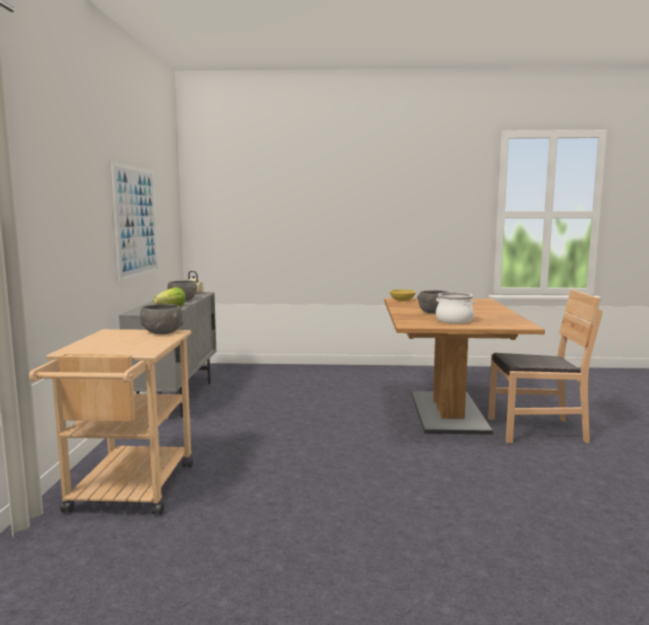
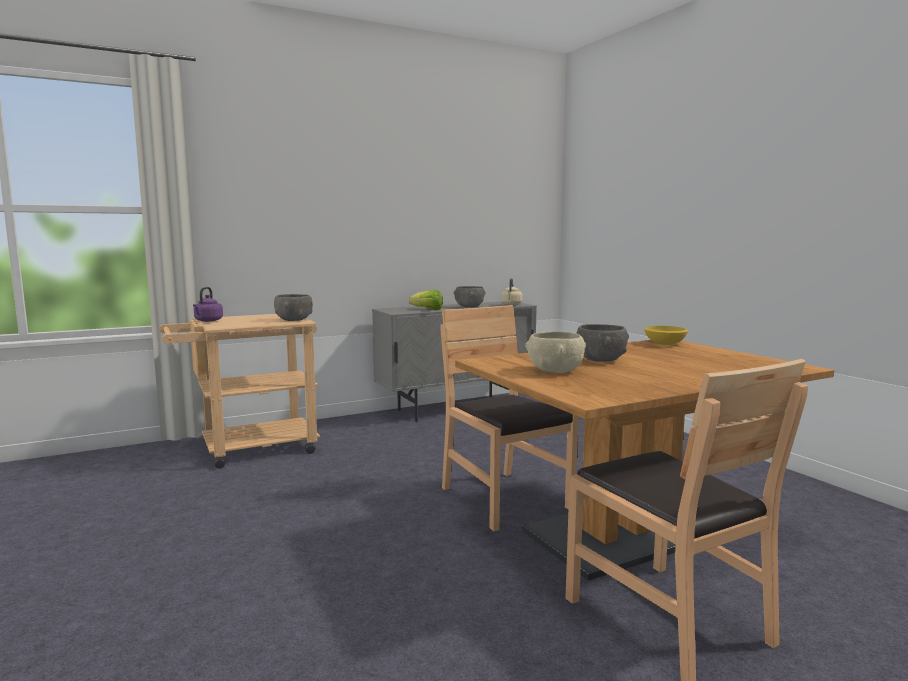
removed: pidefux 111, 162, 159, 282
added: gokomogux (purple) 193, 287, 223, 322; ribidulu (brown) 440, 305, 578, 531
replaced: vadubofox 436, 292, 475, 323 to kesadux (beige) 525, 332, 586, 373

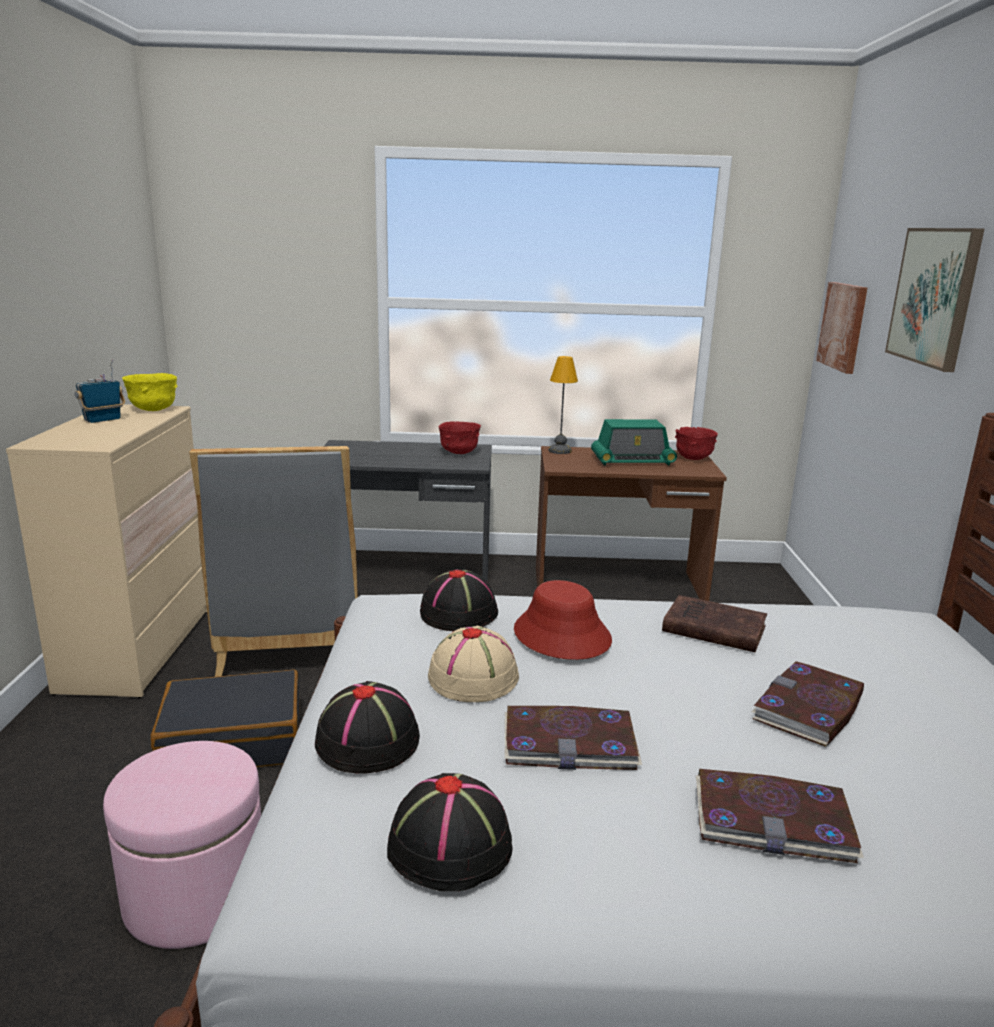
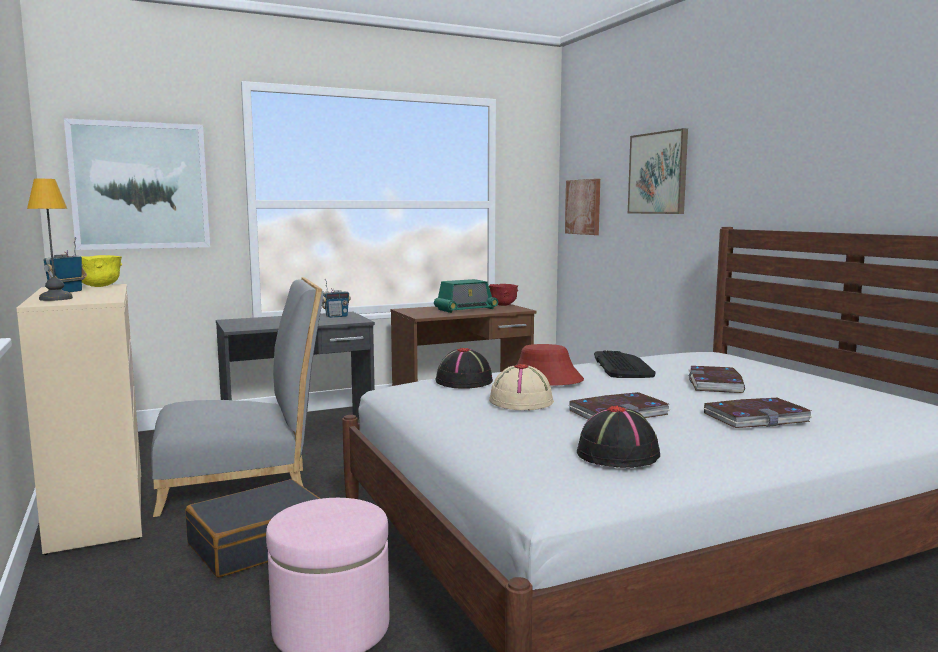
removed: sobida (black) 315, 681, 420, 774
added: pidefux 64, 118, 210, 250
moved: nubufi 549, 356, 578, 454 to 27, 179, 73, 301
replaced: kesadux (red) 438, 421, 481, 454 to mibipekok 322, 279, 351, 318; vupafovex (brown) 662, 595, 767, 652 to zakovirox 594, 350, 655, 378
turned: ribidulu (grey) 189, 446, 358, 677 = 151, 277, 324, 517 75 degrees counterclockwise

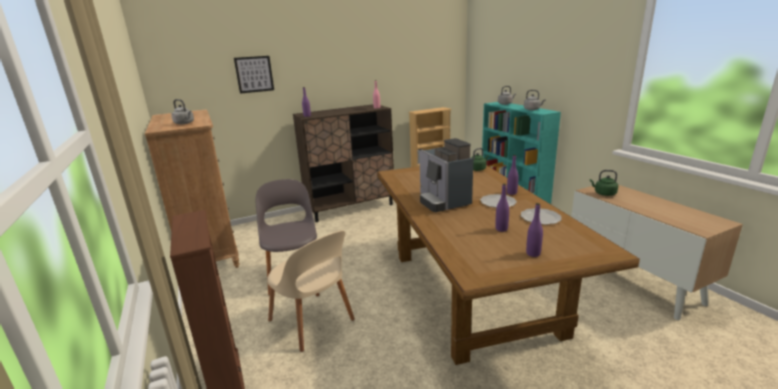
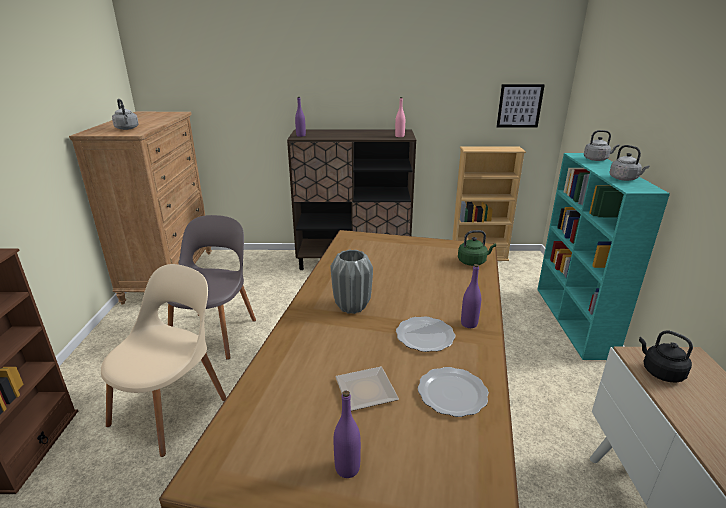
moved: pidefux 234, 56, 274, 94 to 496, 84, 545, 128
replaced: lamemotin 420, 138, 473, 213 to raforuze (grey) 331, 250, 373, 314; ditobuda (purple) 495, 184, 509, 232 to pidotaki 335, 367, 399, 411
recoloured: gokomogux (green) 590, 170, 618, 196 to gokomogux (black) 639, 330, 693, 382
turned: ribidulu (beige) 267, 230, 355, 352 = 101, 264, 226, 457 135 degrees counterclockwise

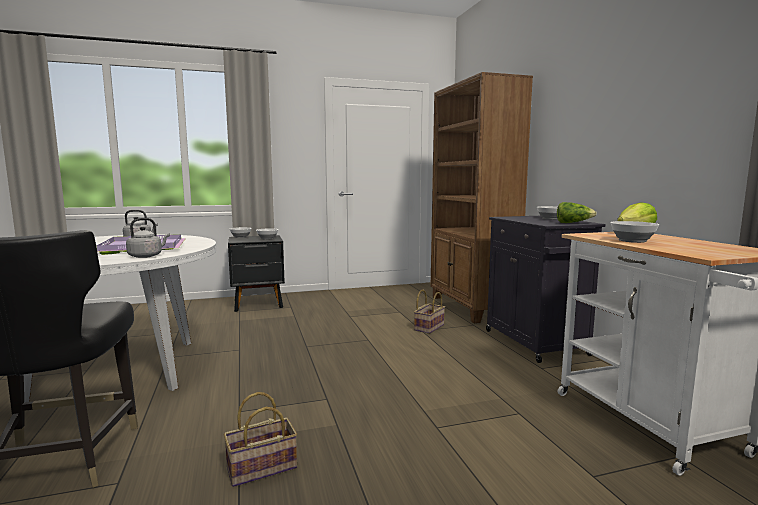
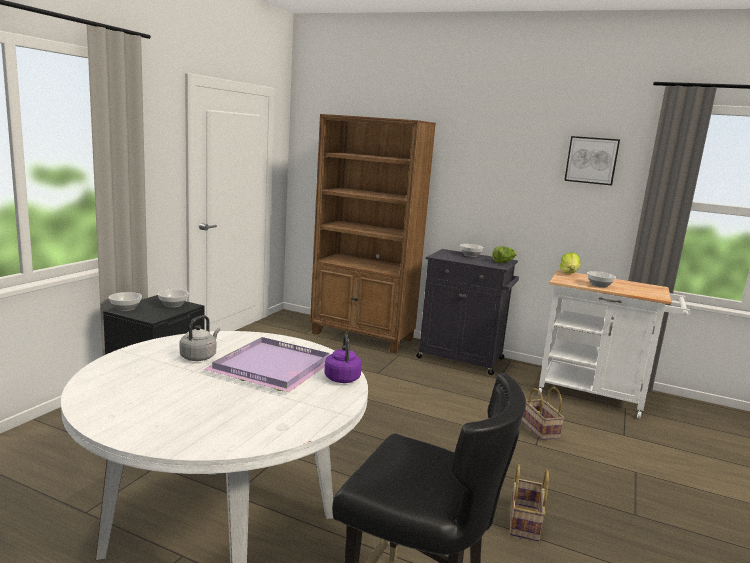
added: pidefux 564, 136, 620, 185
moved: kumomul 414, 289, 445, 334 to 522, 387, 564, 440
recoloured: gokomogux (grey) 126, 218, 170, 258 to gokomogux (purple) 324, 334, 362, 383

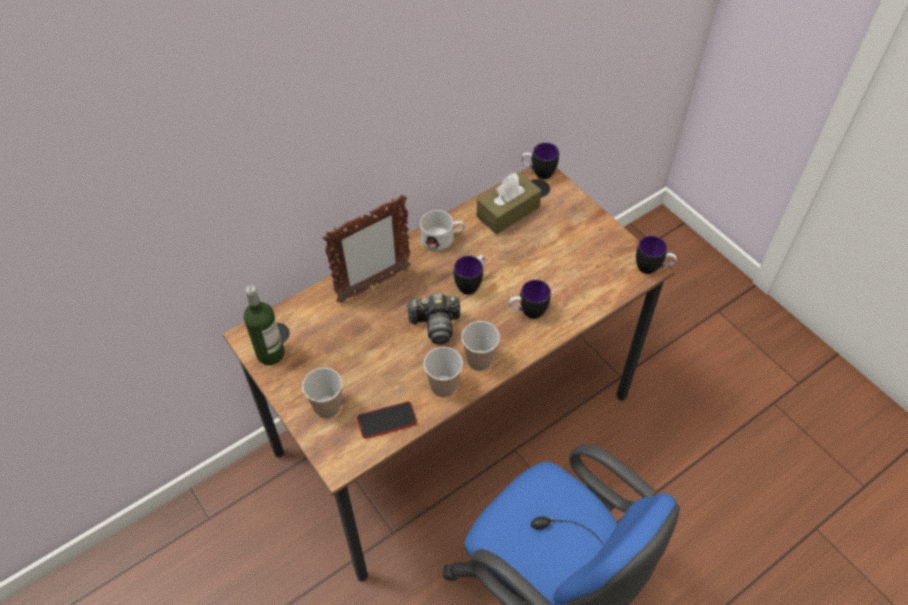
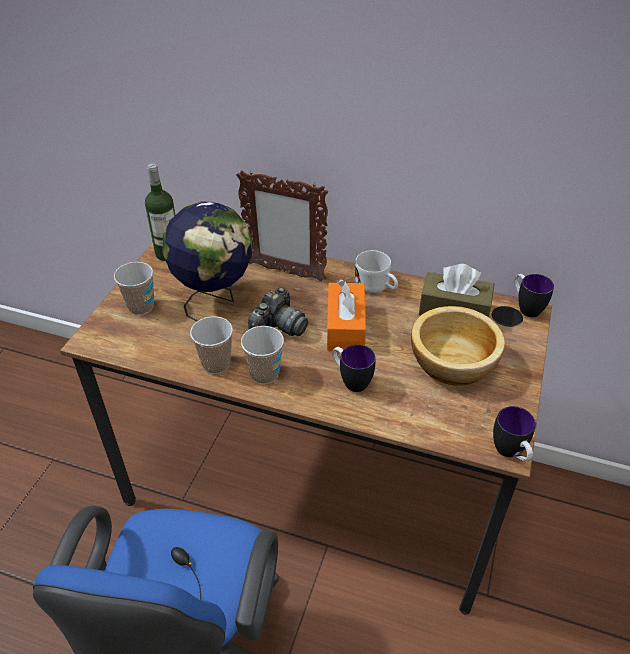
removed: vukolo 357, 402, 417, 439
added: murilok 163, 201, 253, 322; kesadux 411, 306, 505, 386
replaced: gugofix 454, 255, 485, 295 to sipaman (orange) 327, 279, 366, 351
turned: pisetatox 406, 294, 460, 344 = 248, 287, 308, 336 105 degrees counterclockwise

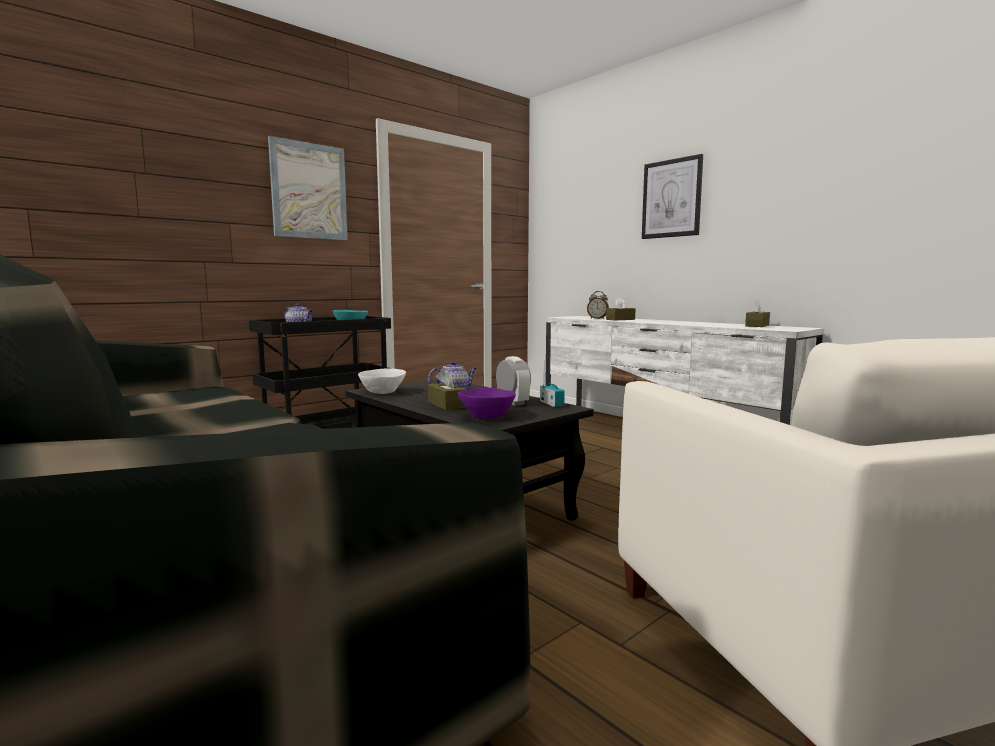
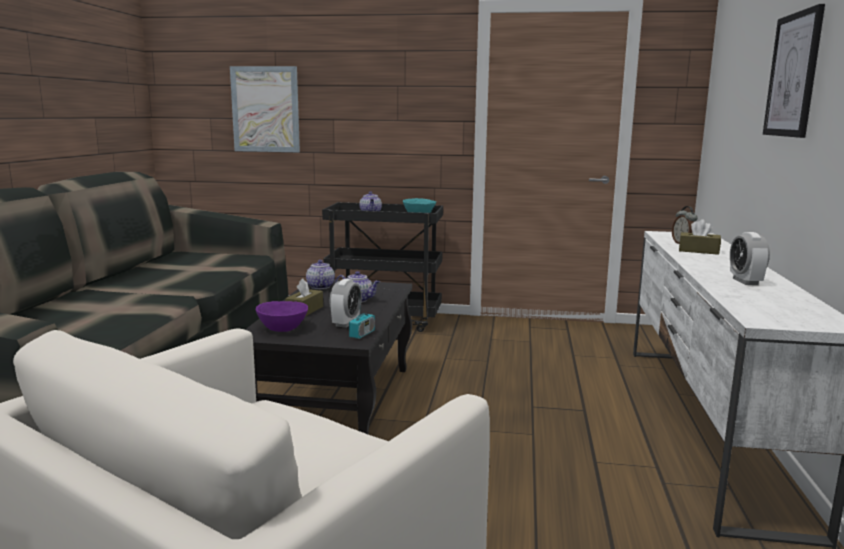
removed: sipaman (brown) 745, 299, 770, 327
added: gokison 730, 232, 770, 285
moved: pidefux 268, 136, 348, 240 to 230, 66, 300, 152
replaced: kesadux (white) 358, 368, 406, 394 to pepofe 306, 260, 335, 289

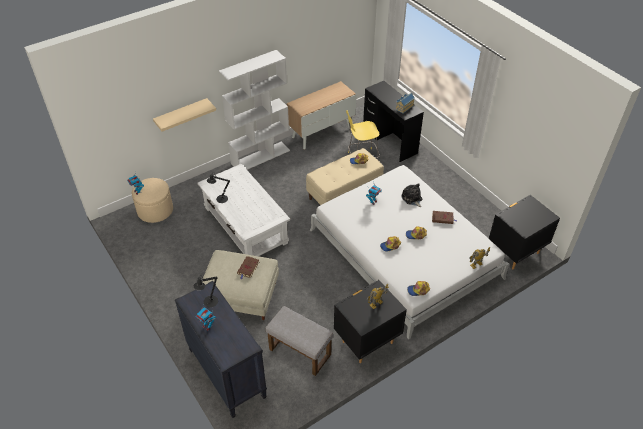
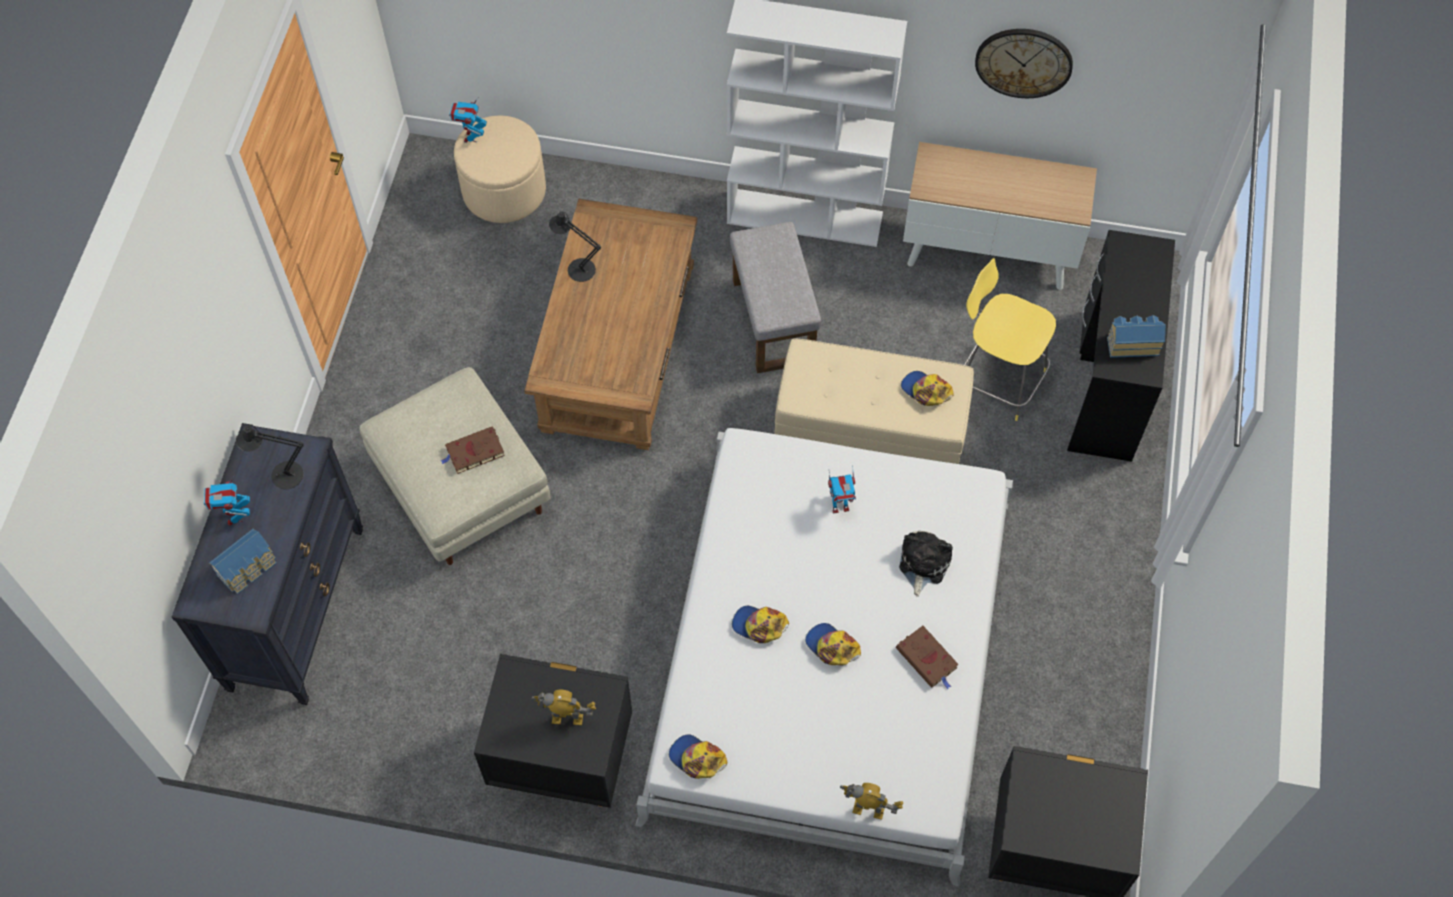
removed: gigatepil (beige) 153, 98, 216, 131
added: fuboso 210, 529, 277, 594; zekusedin 975, 29, 1073, 98
moved: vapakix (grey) 266, 306, 333, 376 to 730, 222, 821, 374
recoloured: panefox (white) 198, 164, 290, 256 to panefox (brown) 524, 199, 698, 450

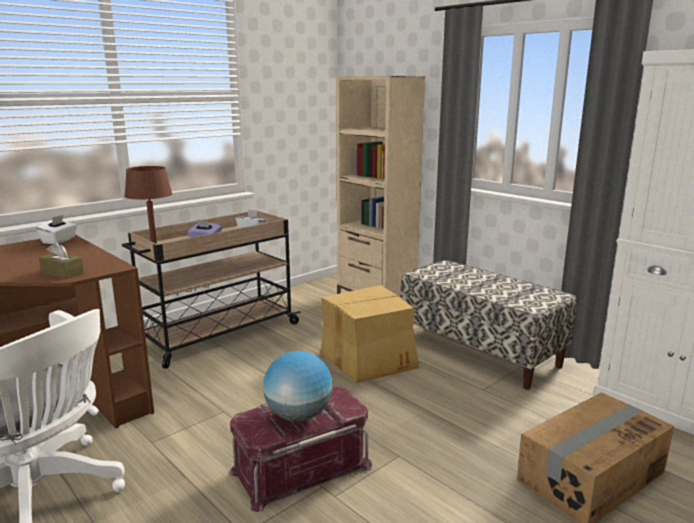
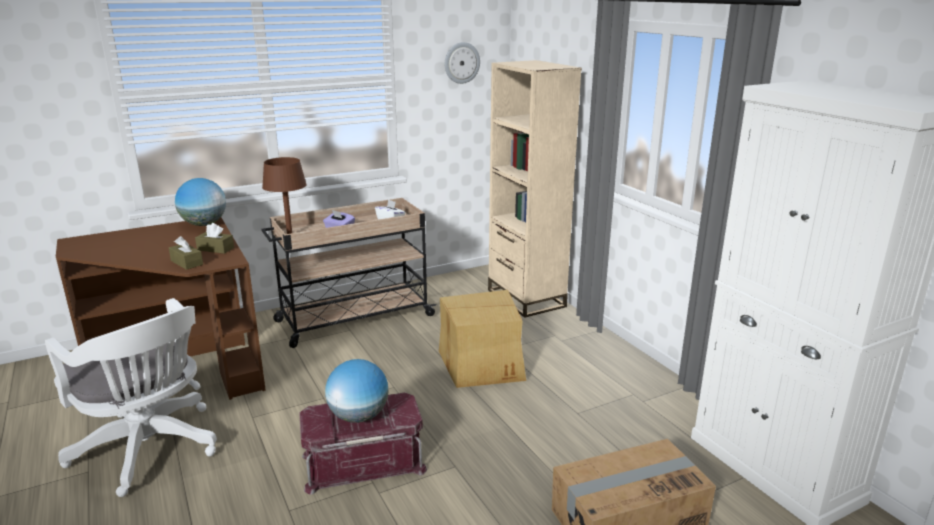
removed: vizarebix 401, 260, 577, 390
added: sipaman (brown) 195, 223, 234, 254; zekusedin 445, 42, 480, 84
replaced: sipaman (white) 36, 214, 77, 244 to murilok 175, 178, 226, 226

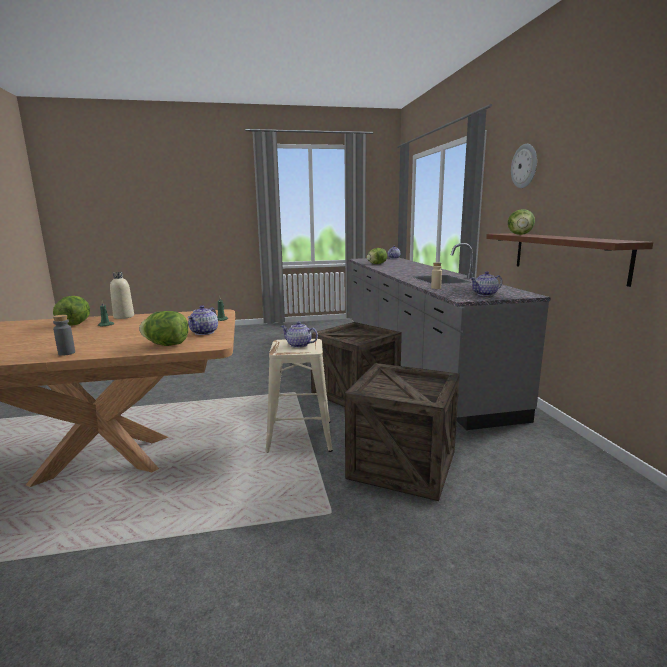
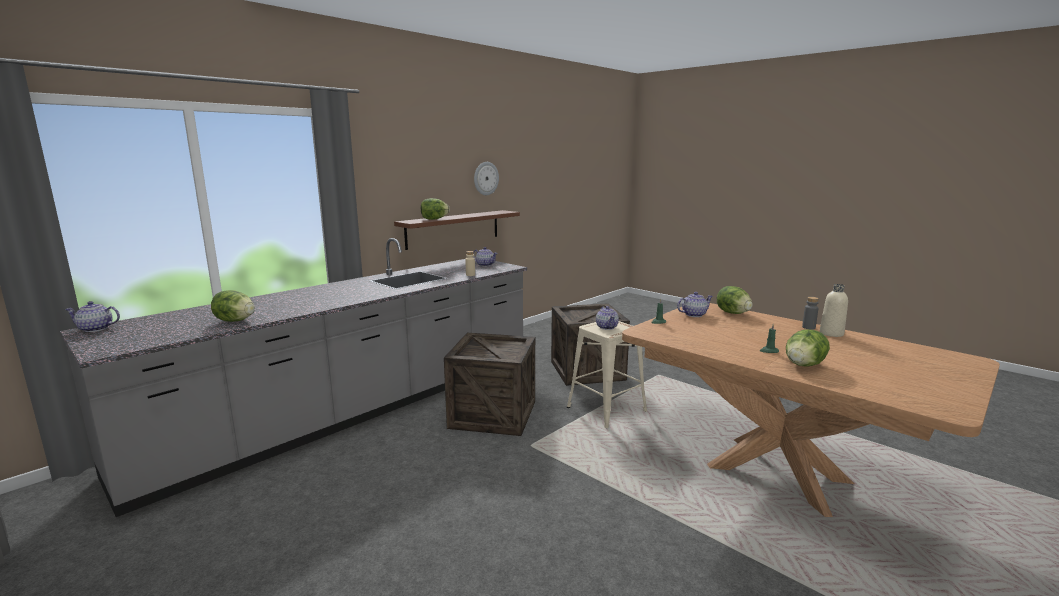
moved: ditobuda (beige) 110, 272, 134, 319 to 820, 284, 848, 337; zekusedin 511, 144, 537, 188 to 474, 162, 499, 195

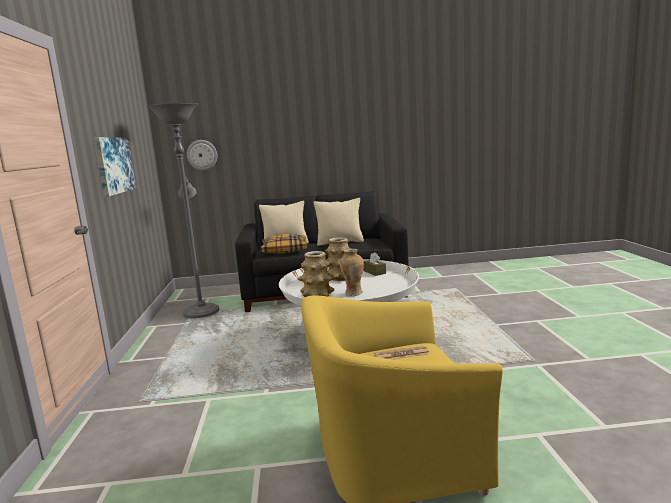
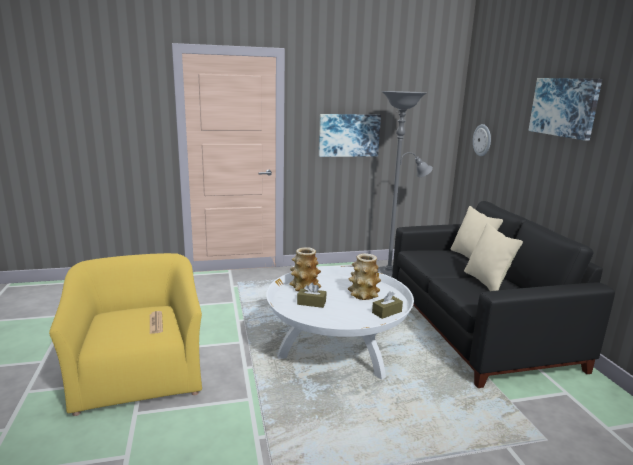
removed: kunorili 260, 234, 307, 254
added: pidefux 529, 78, 602, 141
replaced: raforuze 340, 249, 364, 296 to sipaman (brown) 297, 283, 326, 308

